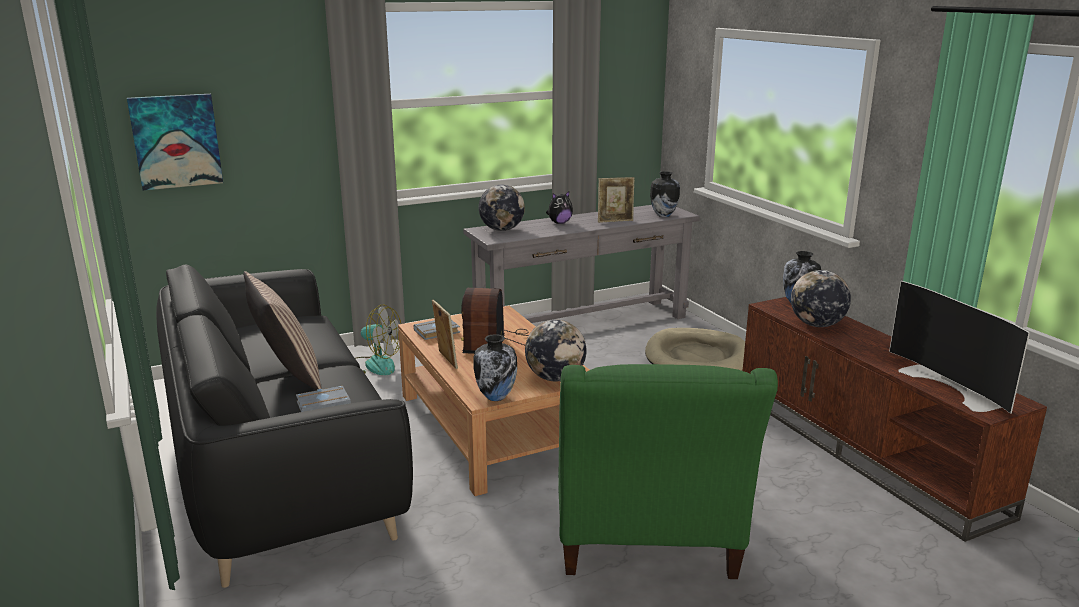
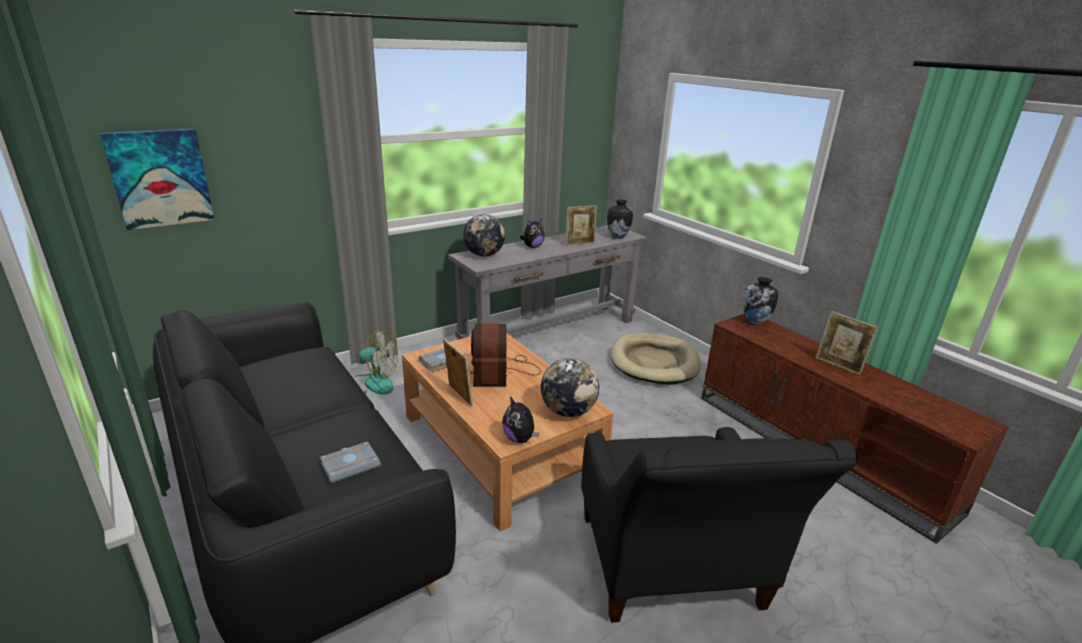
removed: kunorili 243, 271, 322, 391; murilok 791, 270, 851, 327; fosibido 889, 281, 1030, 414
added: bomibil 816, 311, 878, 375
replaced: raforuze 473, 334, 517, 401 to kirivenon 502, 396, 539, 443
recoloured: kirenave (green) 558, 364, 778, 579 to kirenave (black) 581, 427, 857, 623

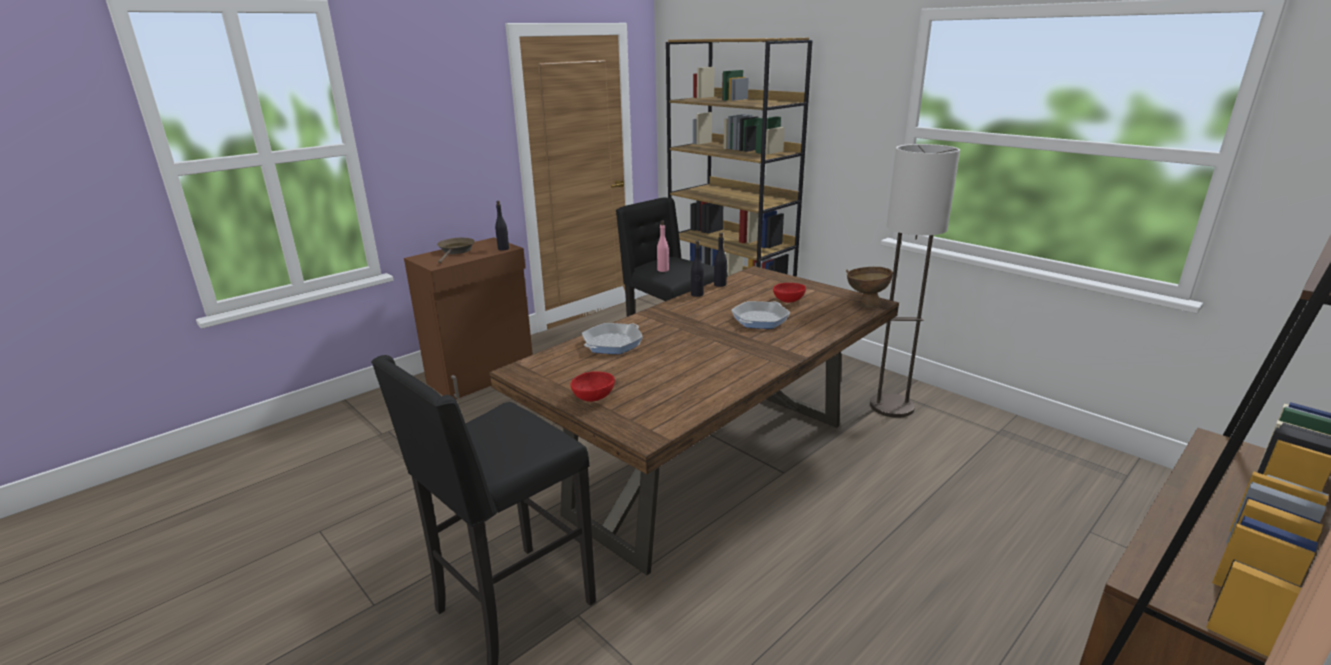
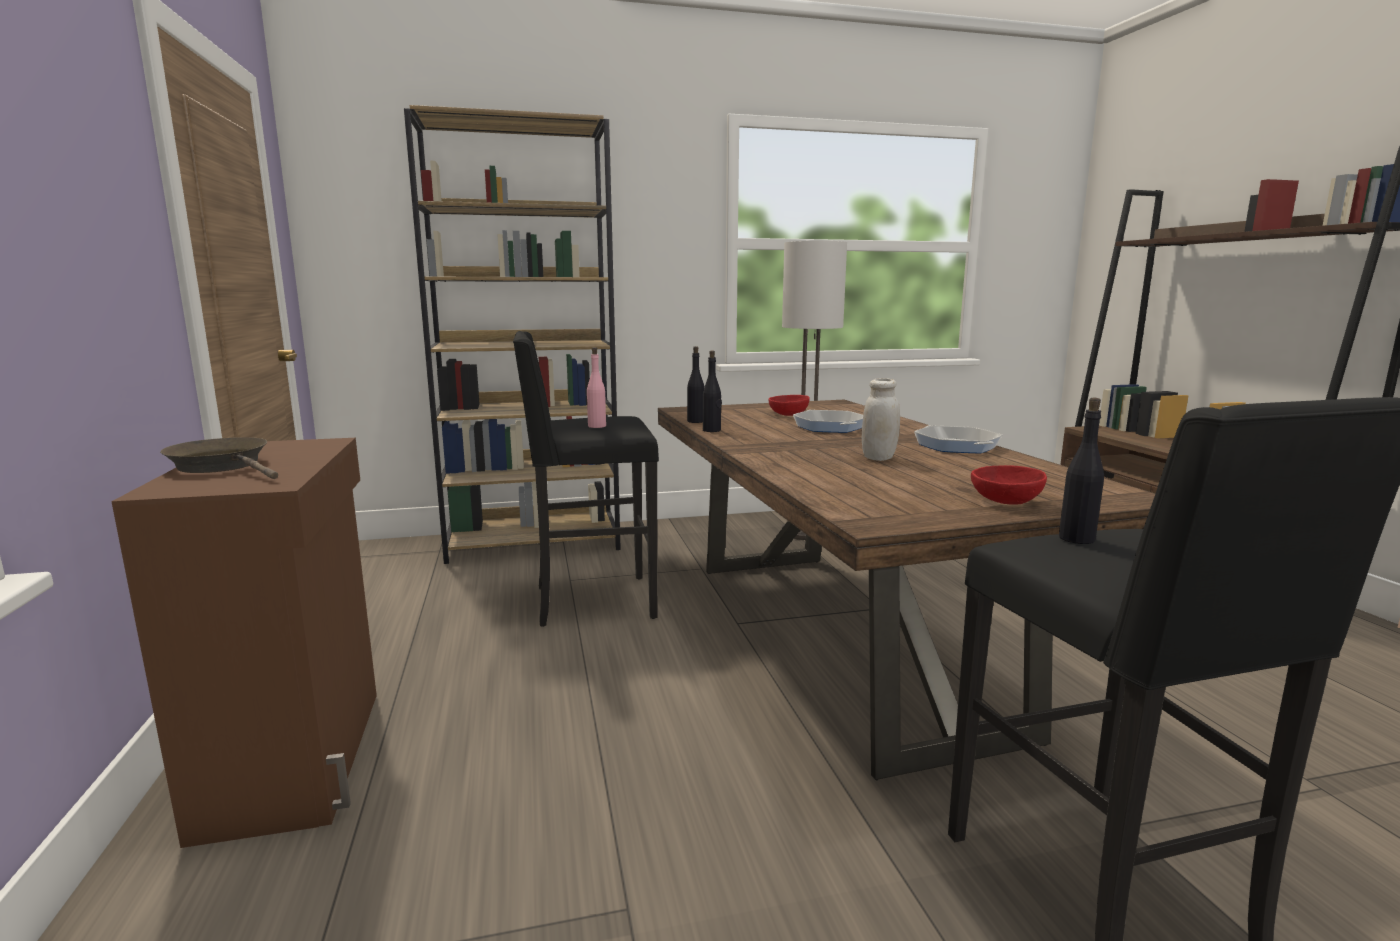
removed: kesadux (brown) 846, 267, 893, 309
added: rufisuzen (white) 862, 378, 900, 461
moved: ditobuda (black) 495, 201, 509, 251 to 1059, 398, 1104, 544; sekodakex 582, 323, 643, 354 to 914, 425, 1002, 453

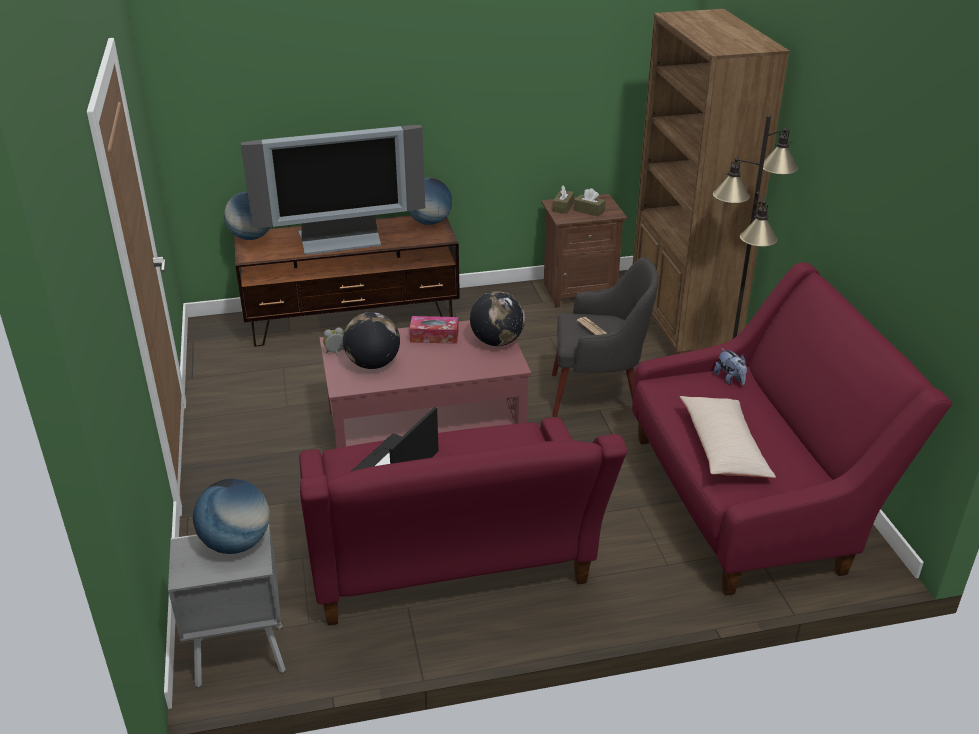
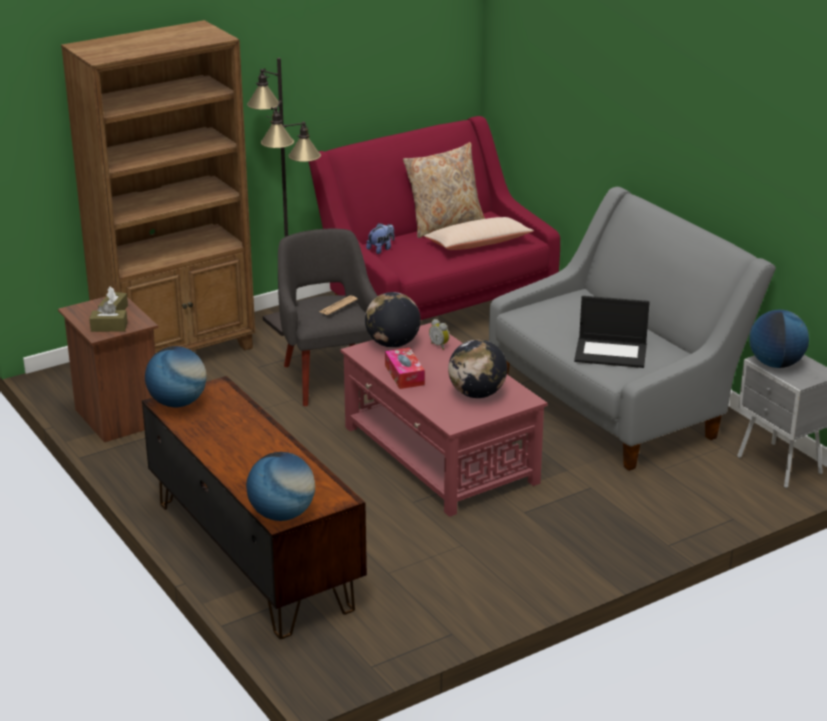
removed: fosibido 241, 125, 425, 255
added: kunorili (beige) 403, 142, 485, 238
moved: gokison 323, 327, 344, 356 to 429, 319, 449, 350
recoloured: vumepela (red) 299, 417, 627, 626 to vumepela (grey) 489, 187, 776, 471

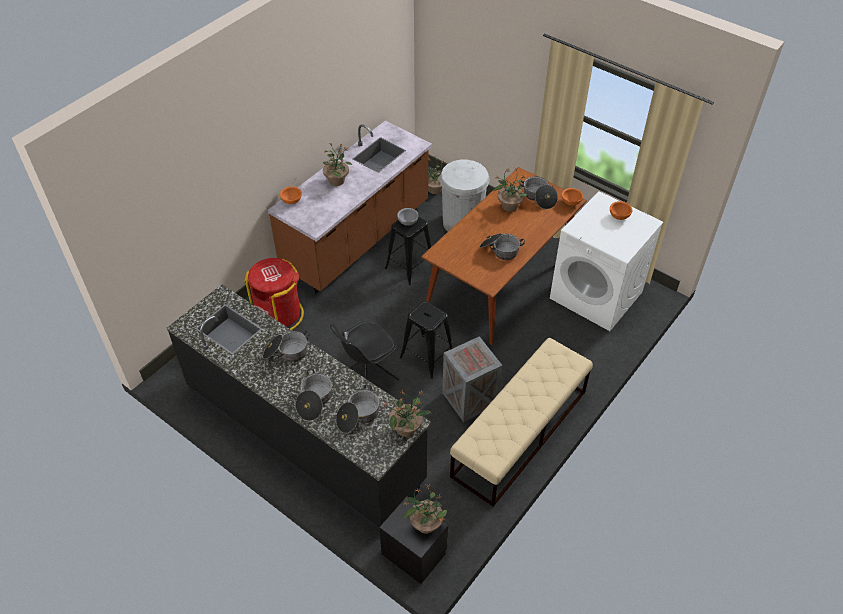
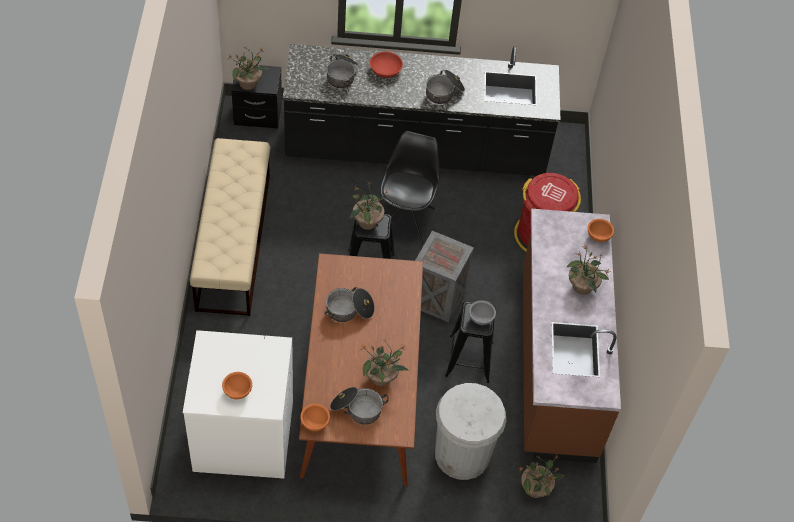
moved: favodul 382, 390, 432, 437 to 349, 182, 388, 230; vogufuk 442, 336, 502, 422 to 415, 231, 474, 322
replaced: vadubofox 295, 369, 332, 421 to kesadux (red) 370, 51, 403, 78

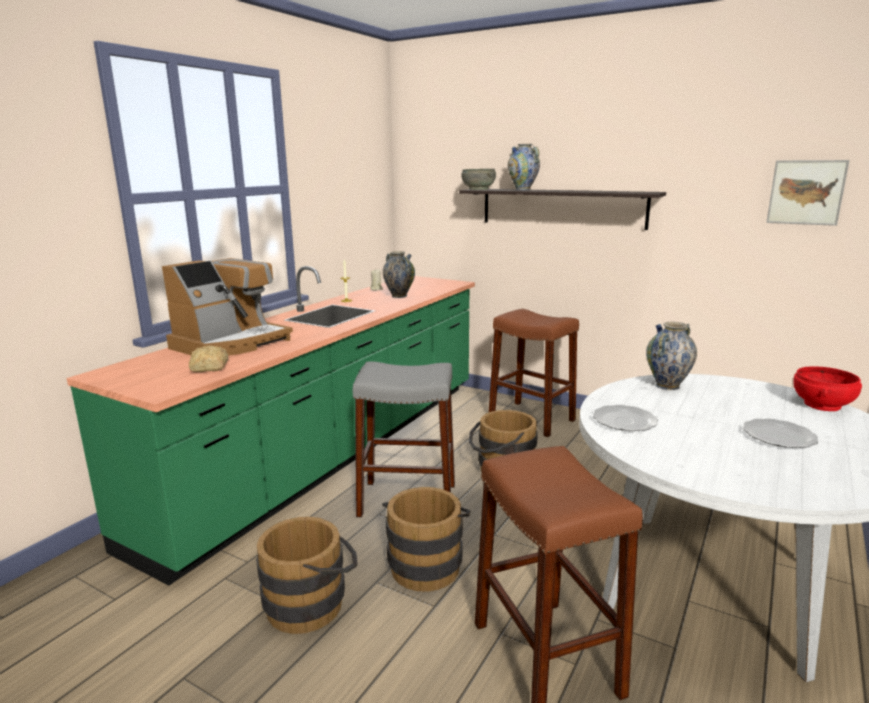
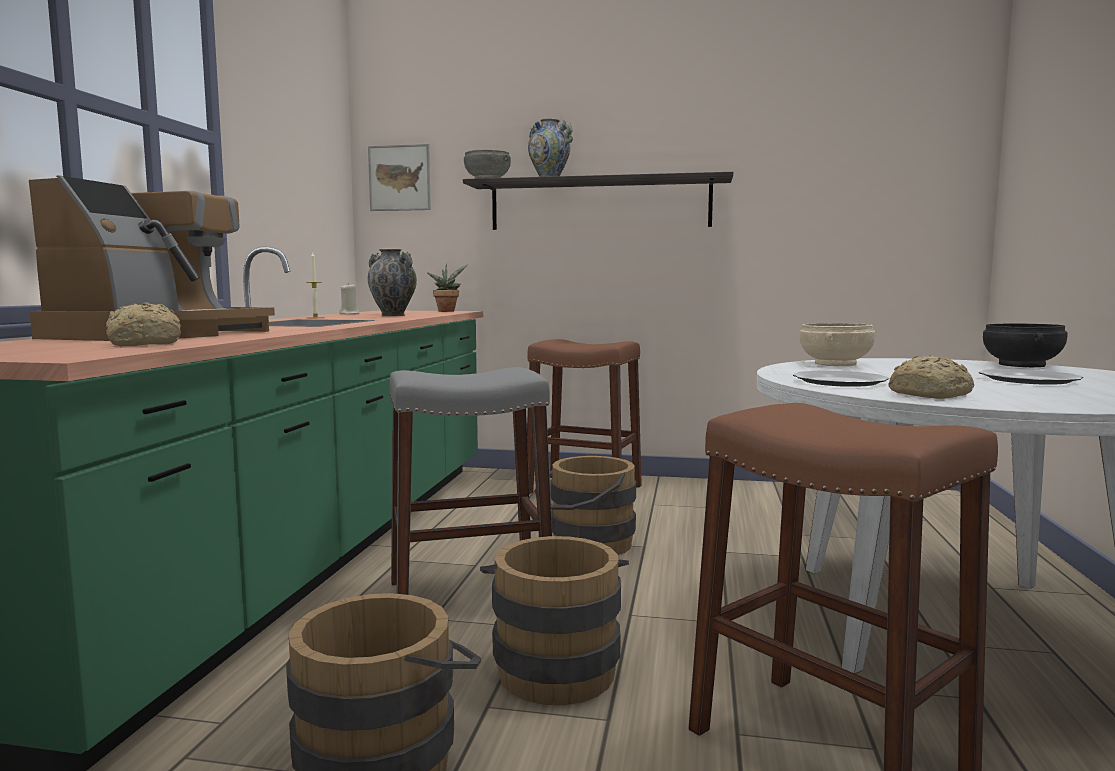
added: favodul 428, 264, 468, 312; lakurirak 888, 355, 974, 399
moved: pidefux 766, 160, 850, 226 to 368, 144, 431, 211
replaced: raforuze 646, 322, 697, 390 to kesadux (beige) 800, 323, 875, 366
recoloured: kesadux (red) 793, 366, 862, 411 to kesadux (black) 983, 323, 1068, 368

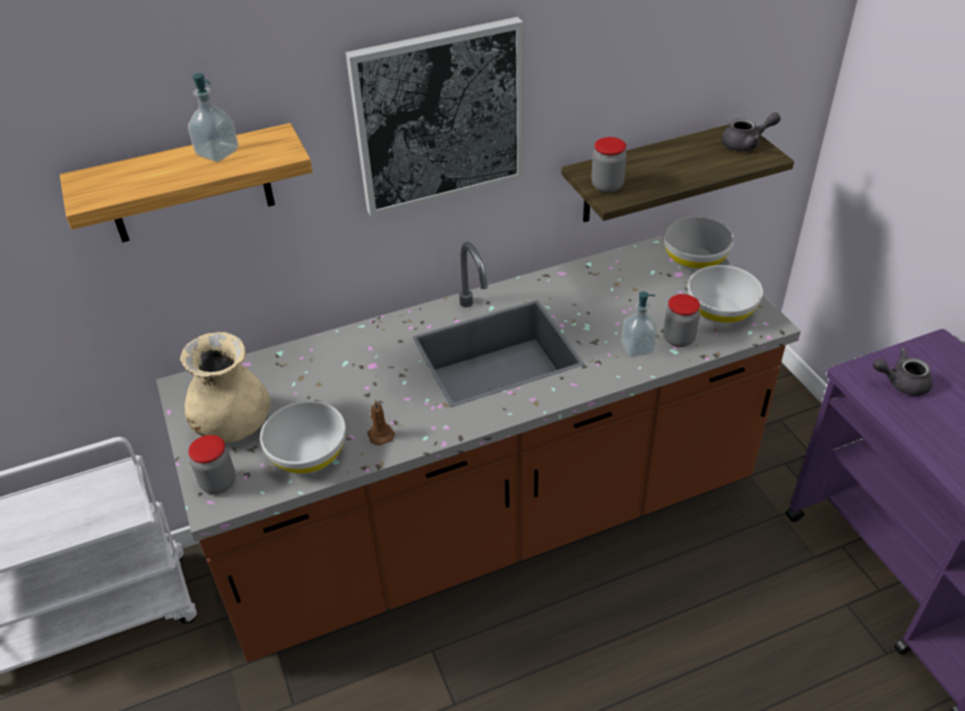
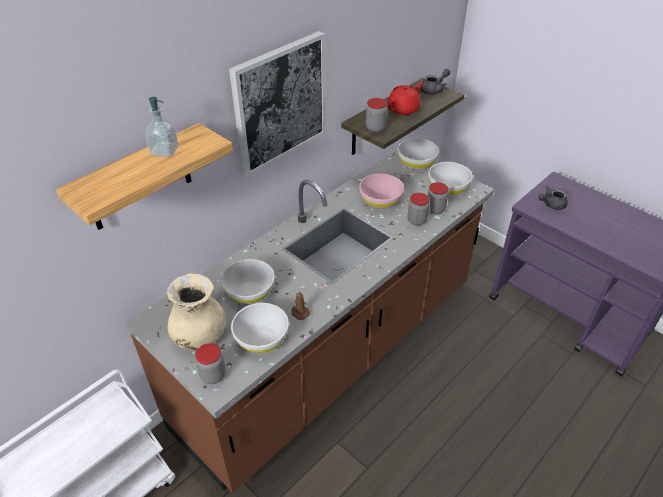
added: kesadux (white) 221, 259, 275, 304; kesadux (pink) 359, 174, 404, 209; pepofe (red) 387, 81, 423, 115
replaced: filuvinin 621, 291, 657, 357 to rufisuzen 407, 193, 429, 225

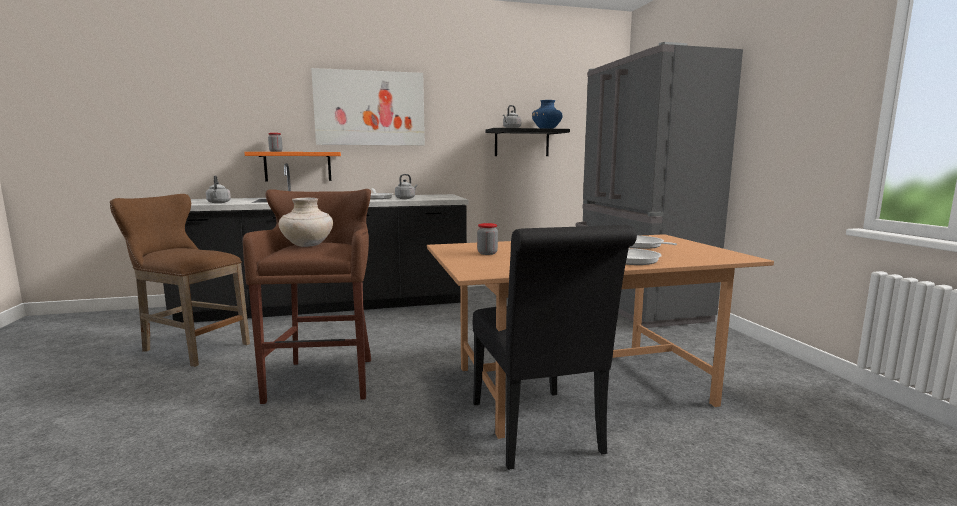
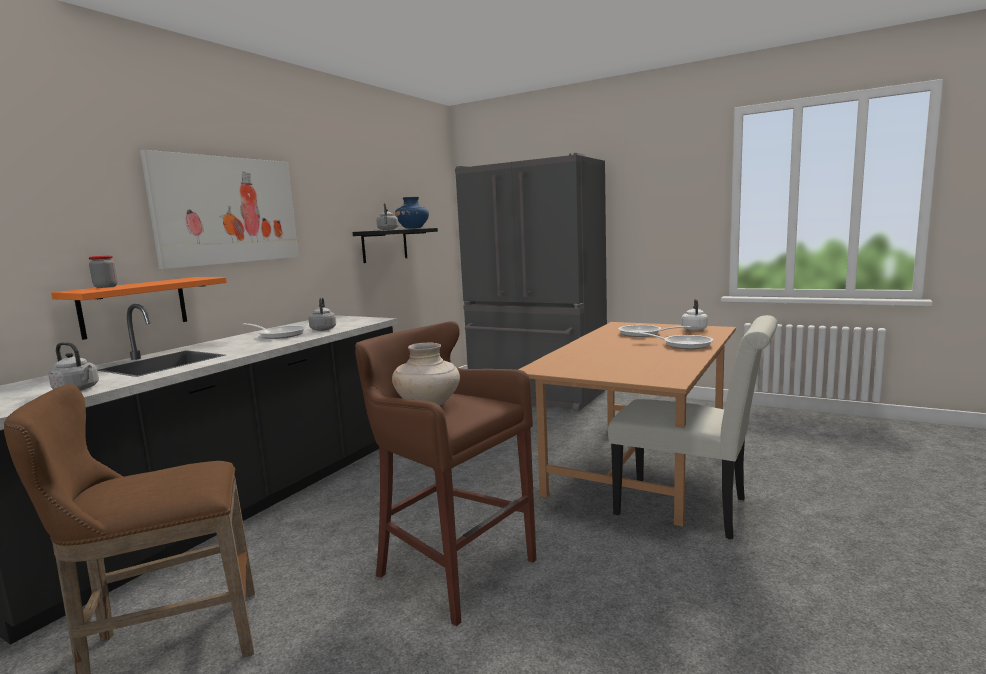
removed: rufisuzen 477, 223, 498, 255
added: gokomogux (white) 681, 299, 708, 331
recoloured: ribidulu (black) 473, 225, 637, 470 to ribidulu (white) 608, 315, 778, 539

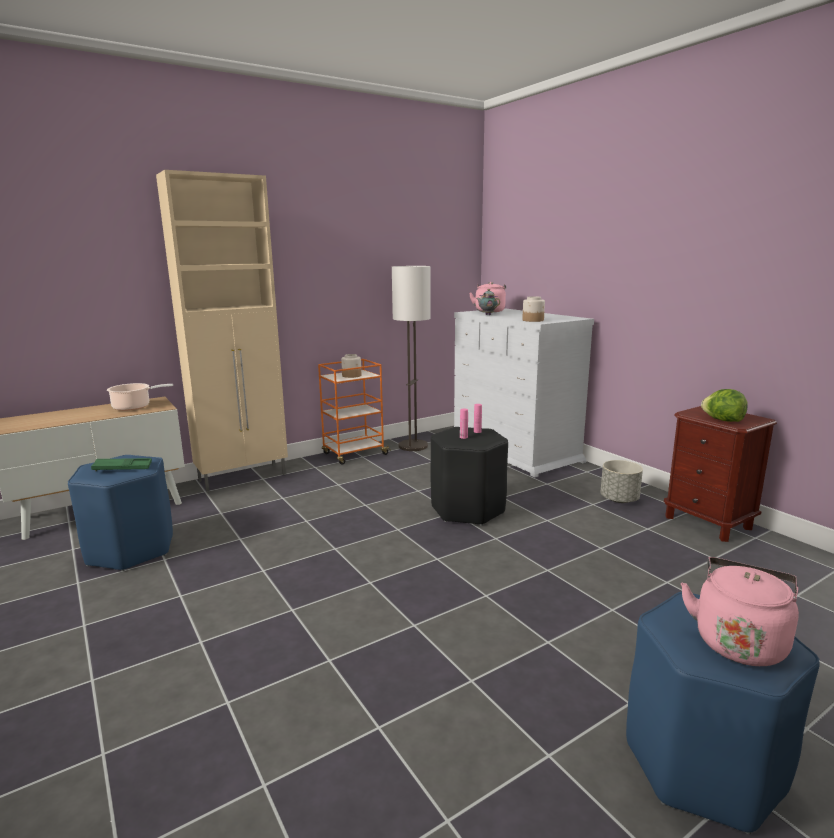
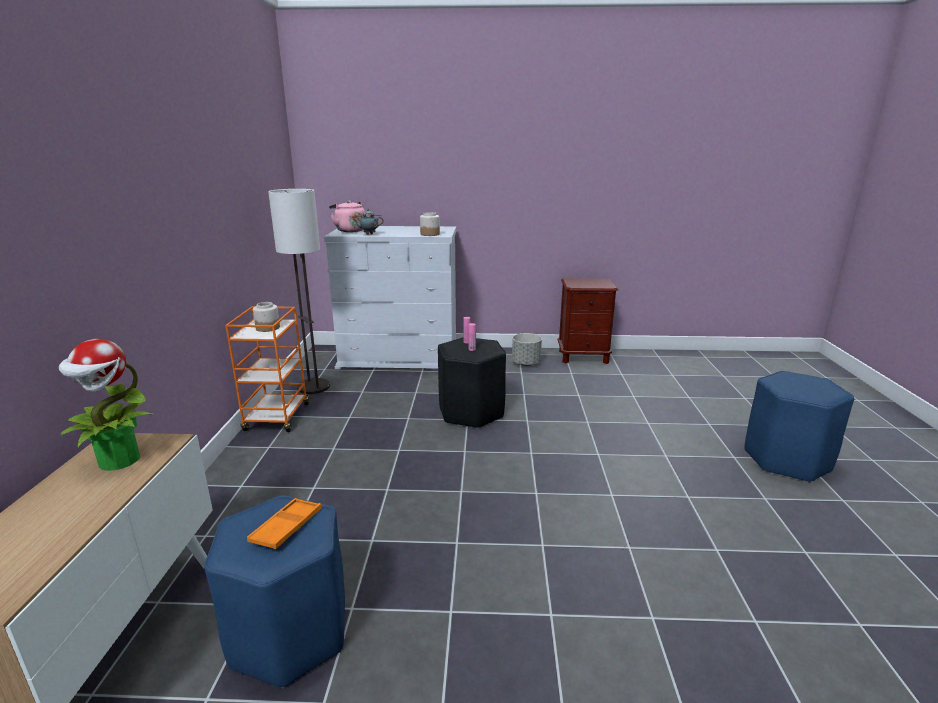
removed: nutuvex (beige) 156, 170, 288, 492; gokomogux (pink) 681, 557, 799, 666; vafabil 701, 389, 748, 422
replaced: vadubofox 107, 383, 173, 411 to favodul 59, 339, 155, 471
recoloured: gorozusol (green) 91, 458, 152, 471 to gorozusol (orange) 247, 498, 322, 549

